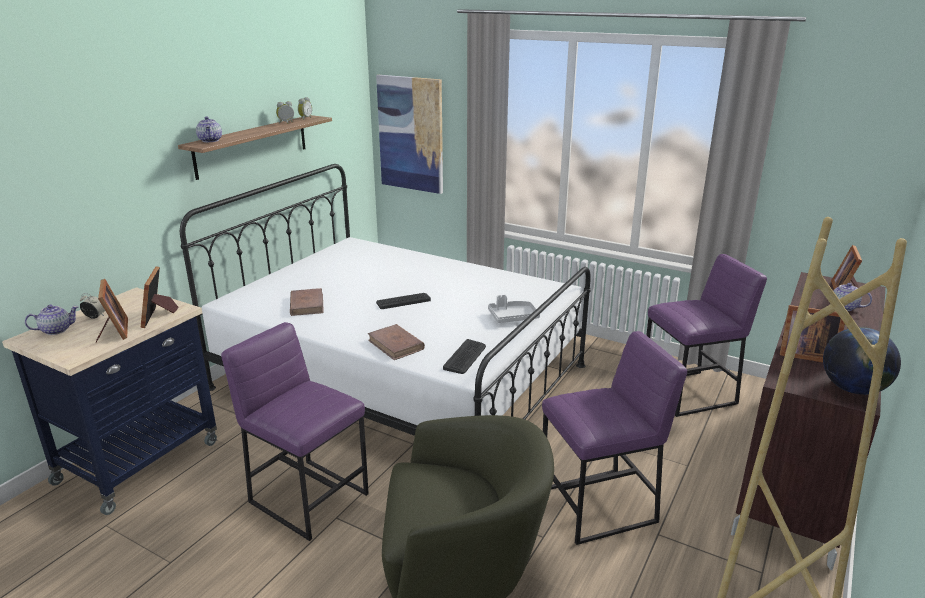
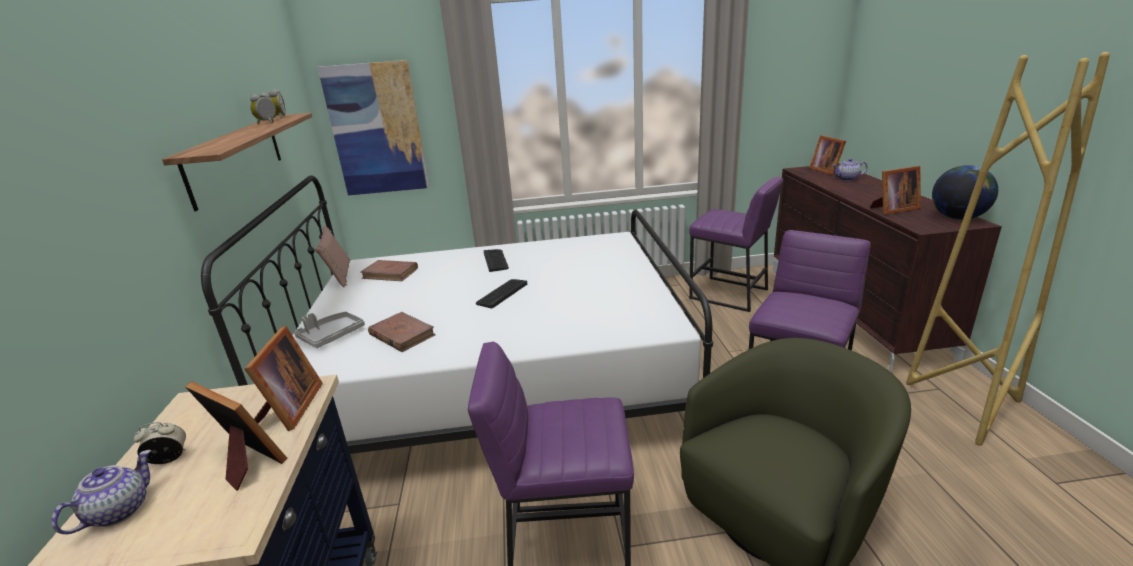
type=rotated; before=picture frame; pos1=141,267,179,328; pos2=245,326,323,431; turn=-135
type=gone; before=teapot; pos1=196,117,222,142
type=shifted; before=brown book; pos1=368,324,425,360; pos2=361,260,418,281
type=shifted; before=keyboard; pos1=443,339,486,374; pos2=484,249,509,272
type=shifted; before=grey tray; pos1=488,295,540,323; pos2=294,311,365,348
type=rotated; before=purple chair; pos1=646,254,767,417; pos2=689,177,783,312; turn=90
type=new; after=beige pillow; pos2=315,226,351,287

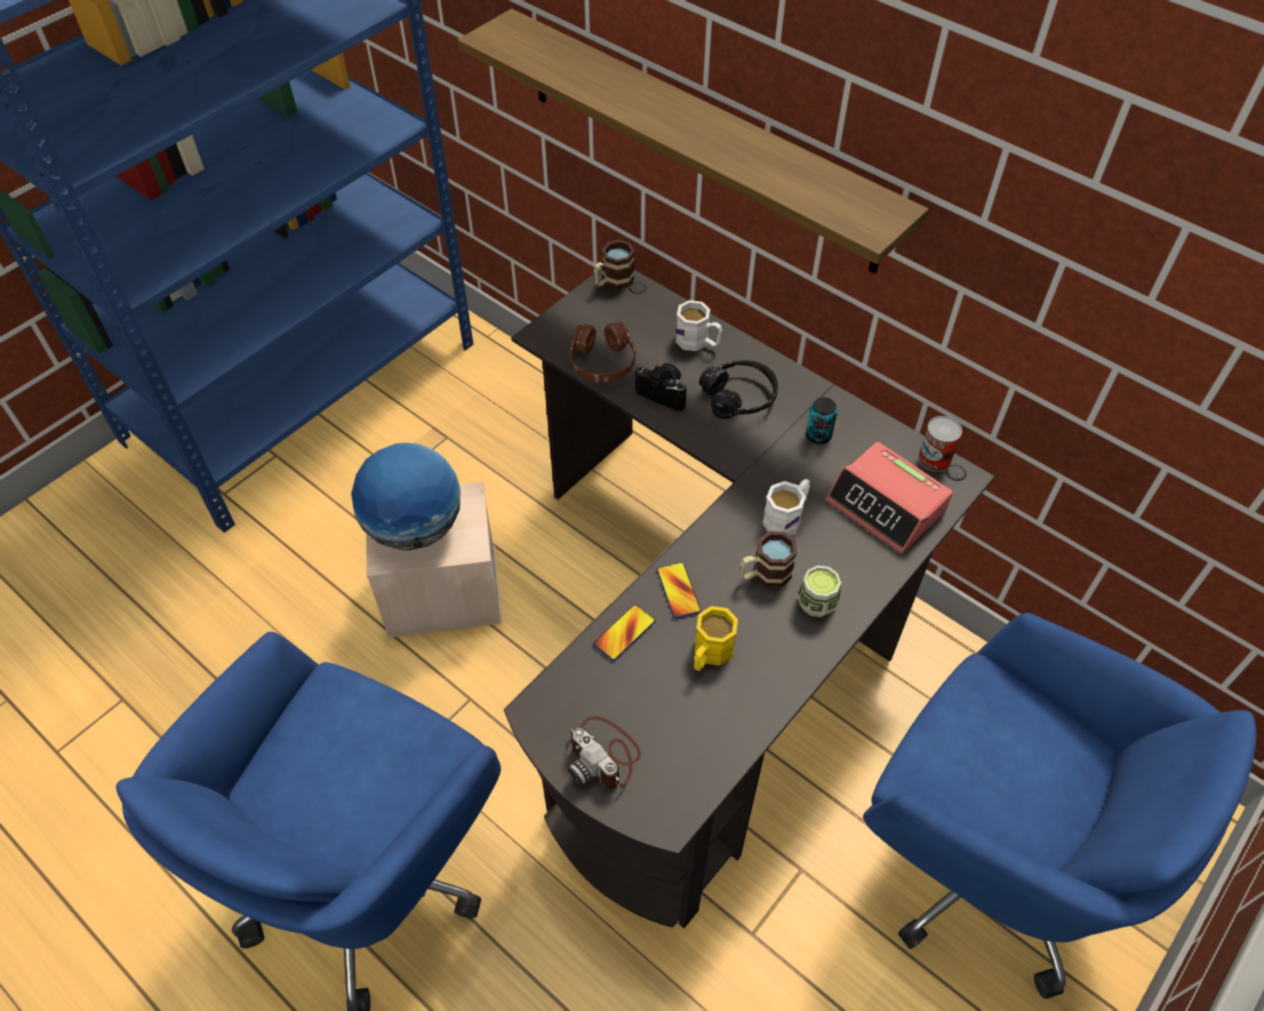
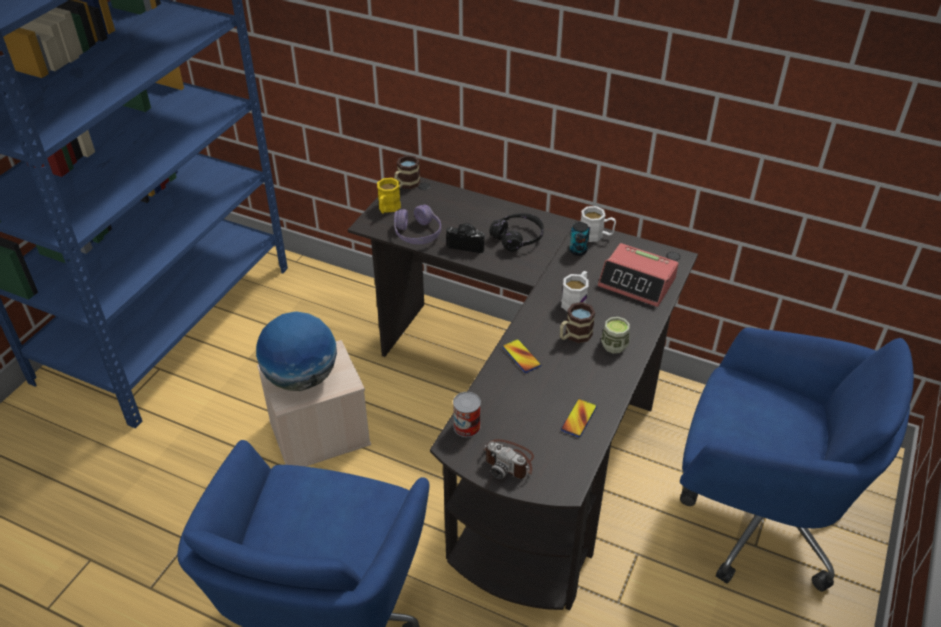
type=gone; before=shelf; pos1=457,9,929,274
type=repainted; before=brown headphones; after=purple headphones; pos1=570,322,636,383; pos2=394,205,441,244
type=shifted; before=phone; pos1=593,604,656,661; pos2=561,399,597,437
type=shifted; before=white mug; pos1=676,300,722,351; pos2=580,206,616,242
type=shifted; before=yellow mug; pos1=694,606,738,671; pos2=377,178,401,213
type=shifted; before=can; pos1=918,416,962,472; pos2=453,392,481,437

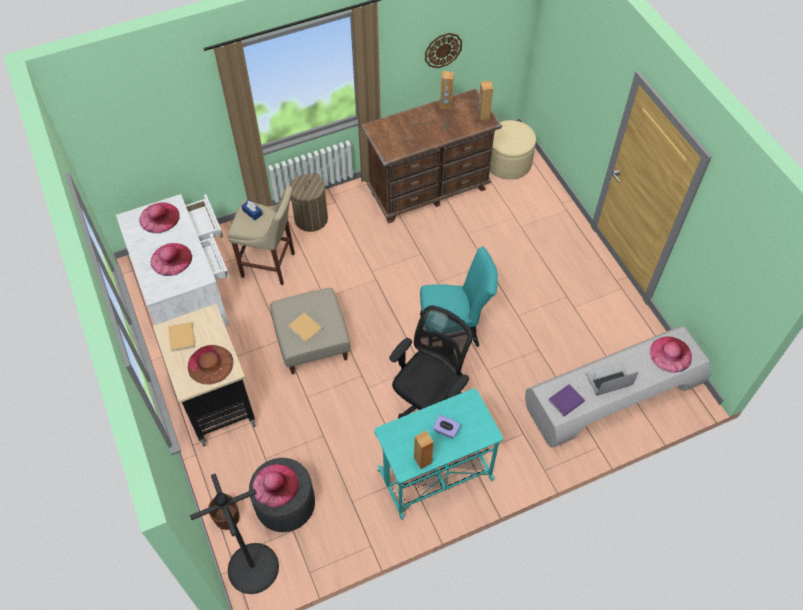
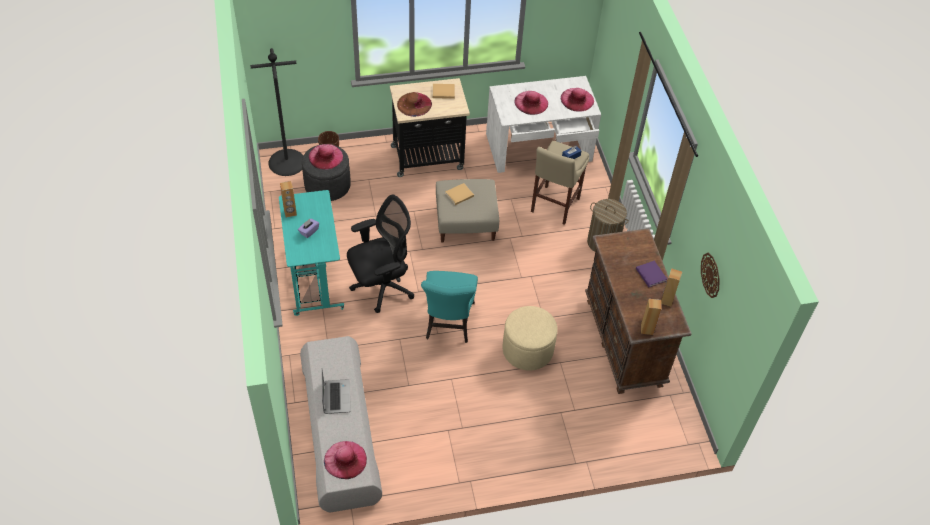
type=rotated; before=black office chair; pos1=389,306,473,418; pos2=347,194,414,313; turn=-75
type=shifted; before=beige ottoman; pos1=490,120,536,180; pos2=502,306,558,371
type=shifted; before=purple book; pos1=549,384,585,416; pos2=636,261,667,287

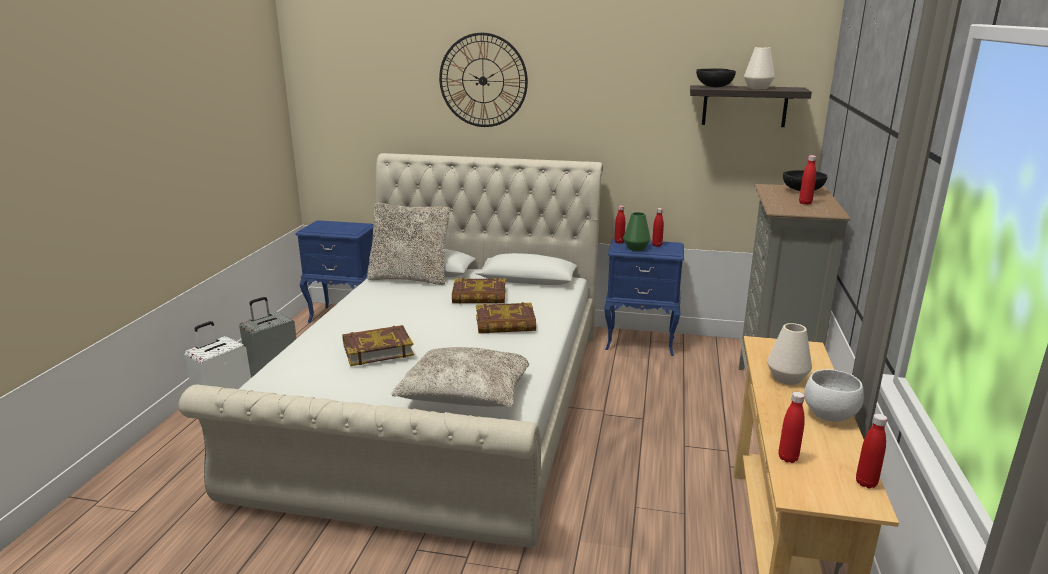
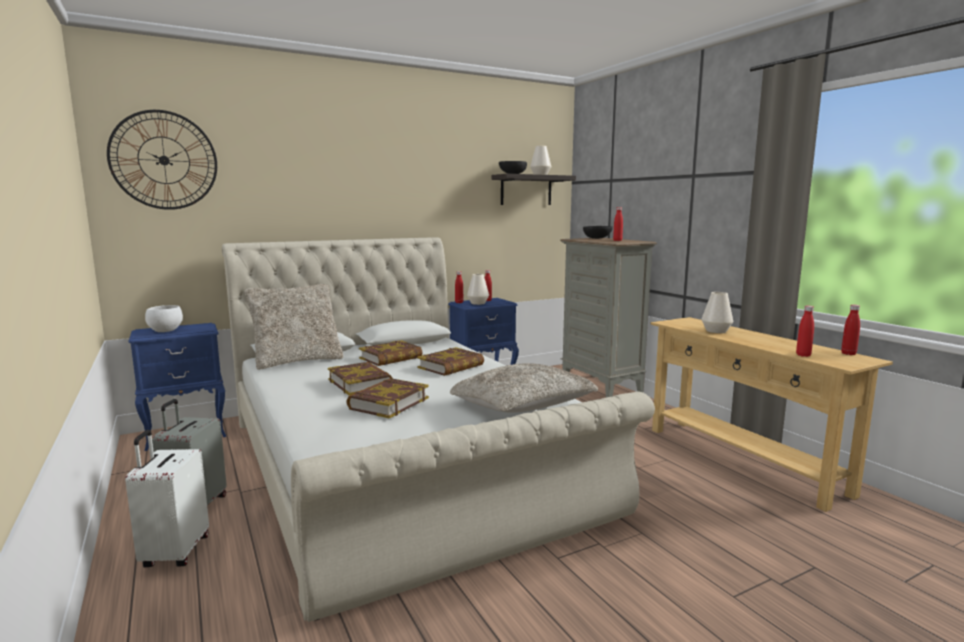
type=shifted; before=wall clock; pos1=439,33,528,127; pos2=107,110,217,210
type=repainted; before=green vase; after=white vase; pos1=623,212,651,251; pos2=467,274,489,305
type=shifted; before=white bowl; pos1=804,369,864,422; pos2=145,305,183,332
type=new; after=book; pos2=328,362,393,395

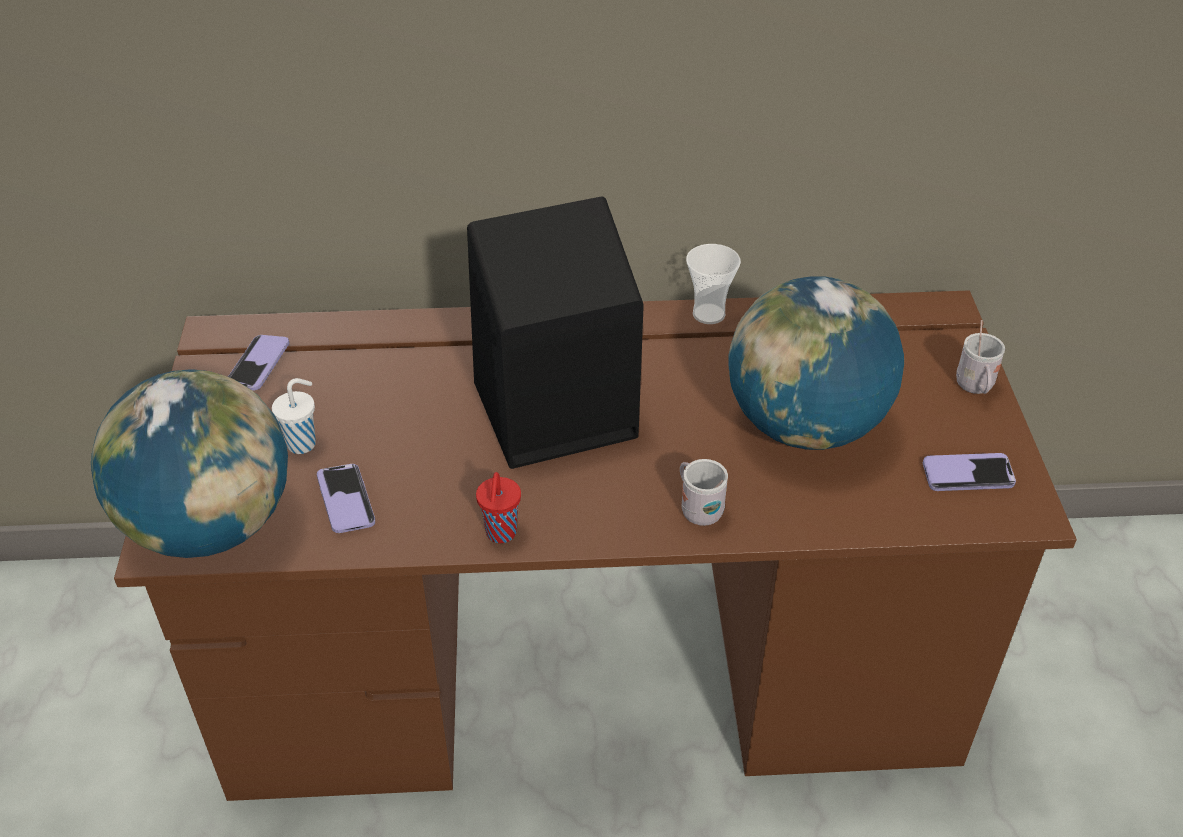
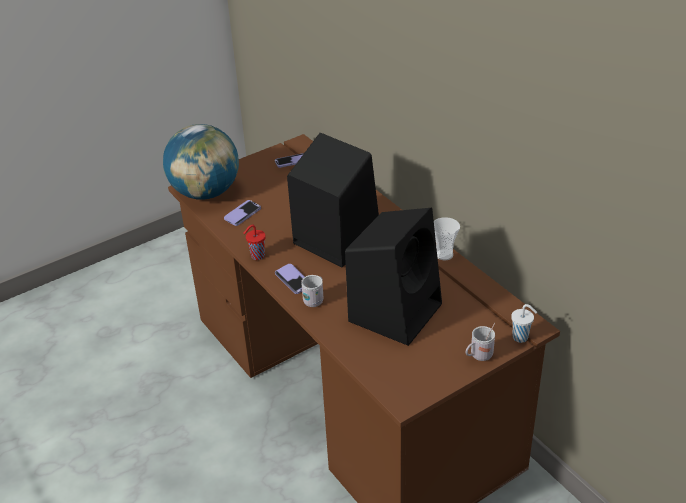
type=shifted; before=white cup; pos1=272,378,316,454; pos2=511,304,537,343
type=swapped; before=globe; after=black speaker; pos1=728,276,904,450; pos2=345,208,442,346
type=shifted; before=phone; pos1=923,453,1016,491; pos2=275,264,305,294

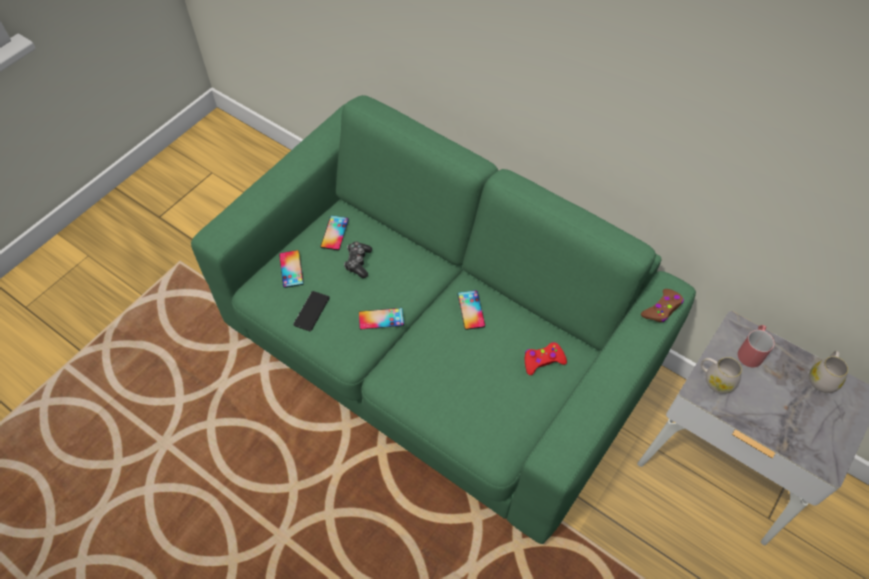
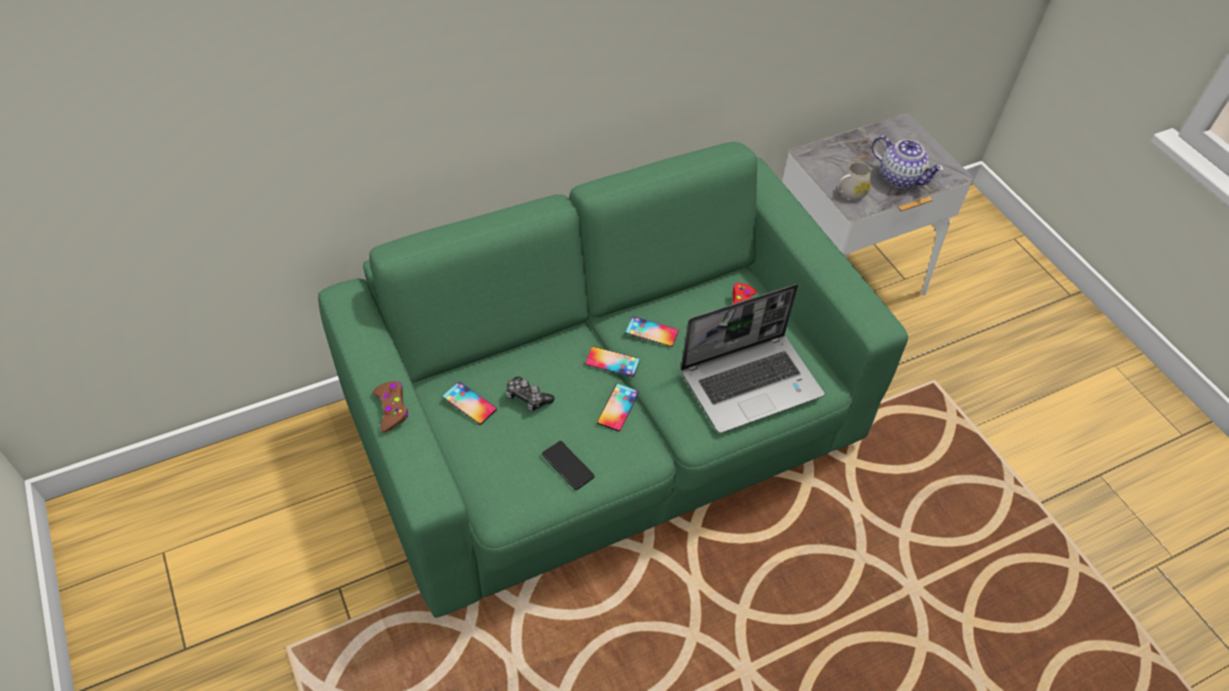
type=shifted; before=phone; pos1=279,250,304,288; pos2=586,346,640,377
type=shifted; before=brown game controller; pos1=641,289,684,322; pos2=373,381,408,432
type=gone; before=red mug; pos1=737,325,775,367
type=gone; before=white mug; pos1=809,351,848,393
type=new; after=laptop; pos2=681,284,824,433
type=new; after=teapot; pos2=872,135,944,188

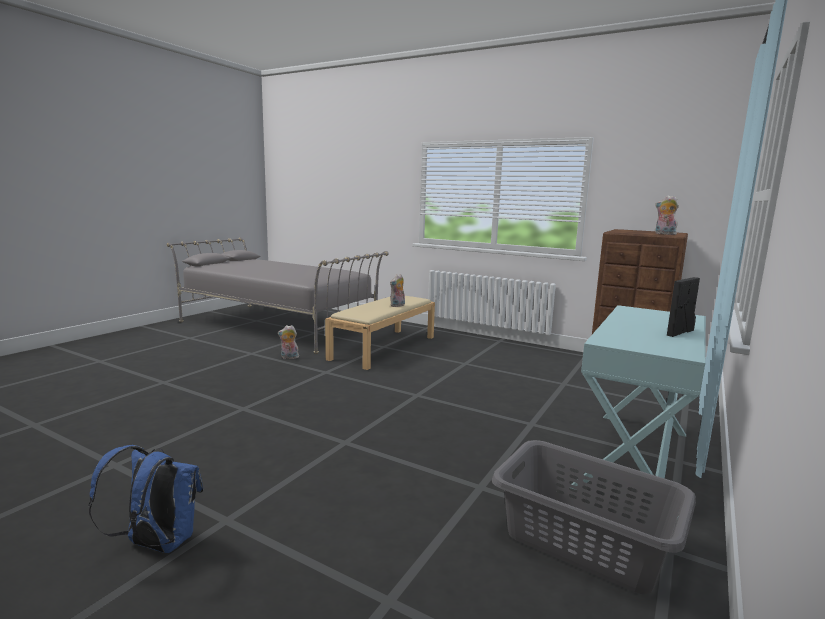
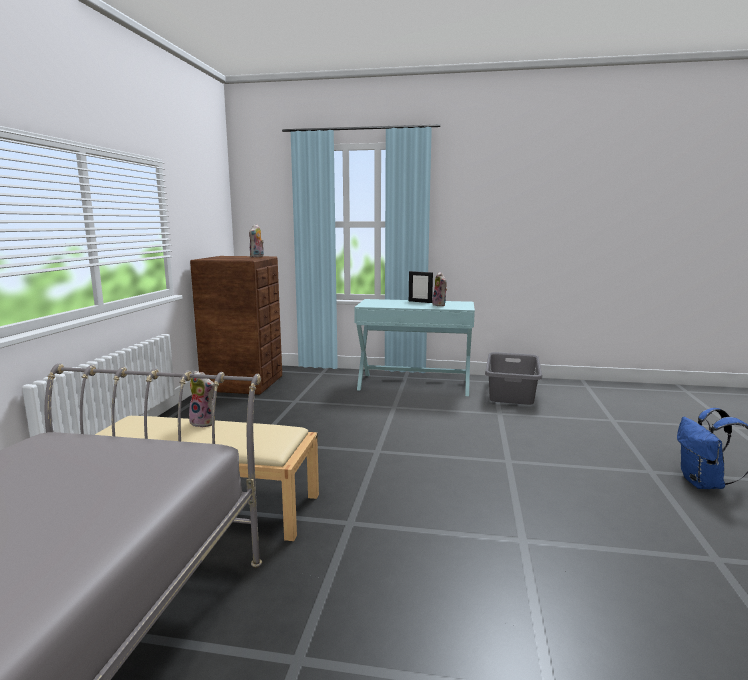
type=shifted; before=plush toy; pos1=278,325,299,359; pos2=432,272,447,306

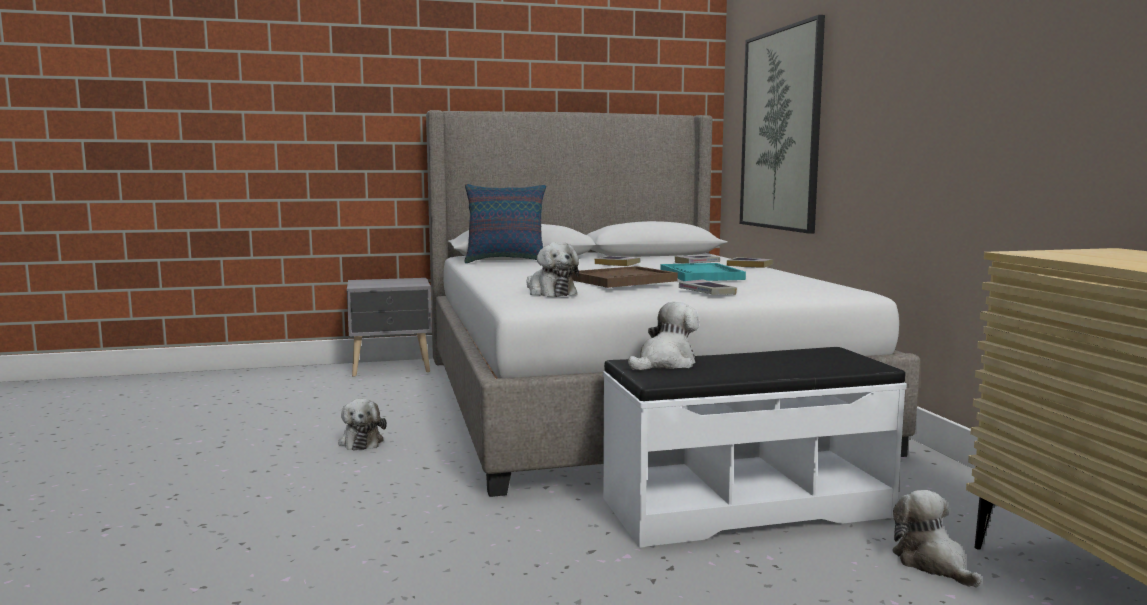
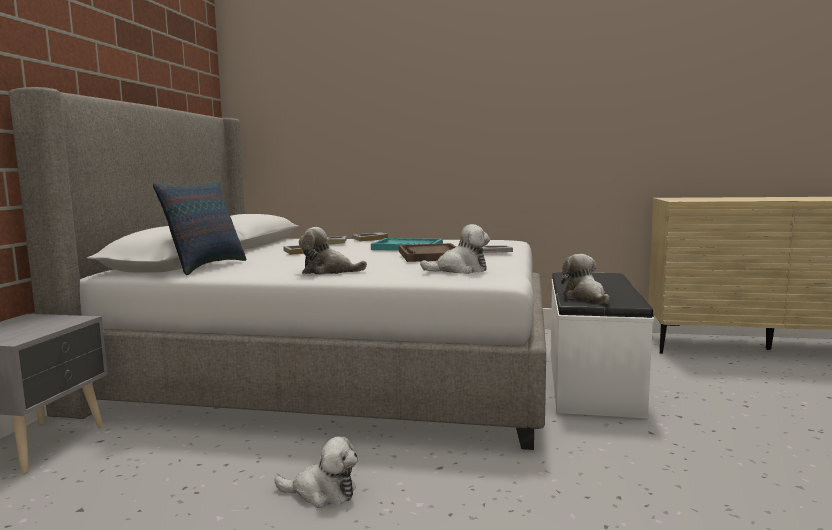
type=gone; before=picture; pos1=740,15,825,234
type=shifted; before=plush toy; pos1=892,490,982,588; pos2=299,227,367,275

